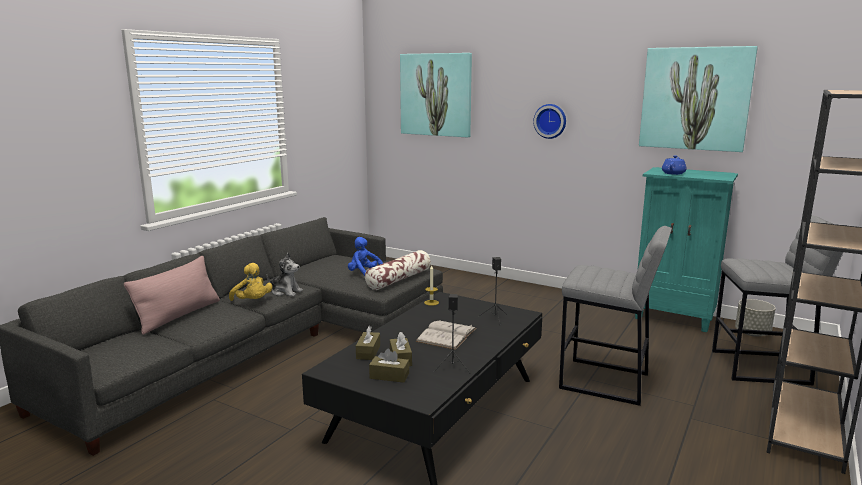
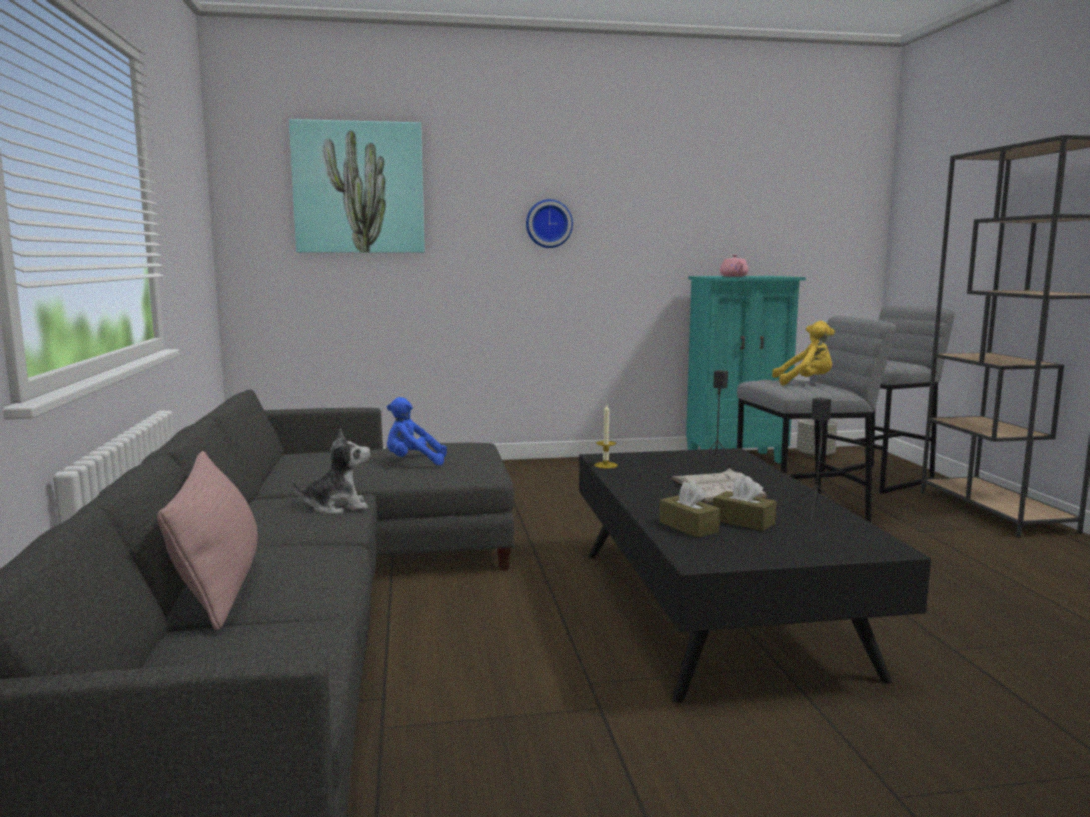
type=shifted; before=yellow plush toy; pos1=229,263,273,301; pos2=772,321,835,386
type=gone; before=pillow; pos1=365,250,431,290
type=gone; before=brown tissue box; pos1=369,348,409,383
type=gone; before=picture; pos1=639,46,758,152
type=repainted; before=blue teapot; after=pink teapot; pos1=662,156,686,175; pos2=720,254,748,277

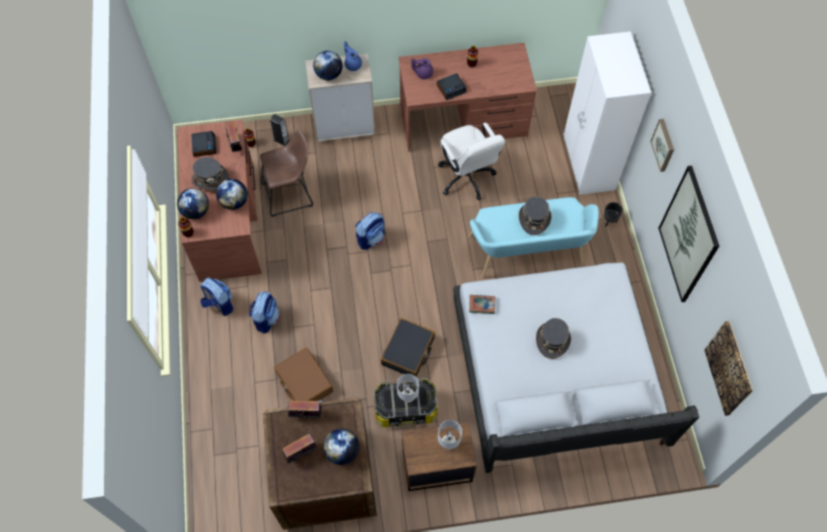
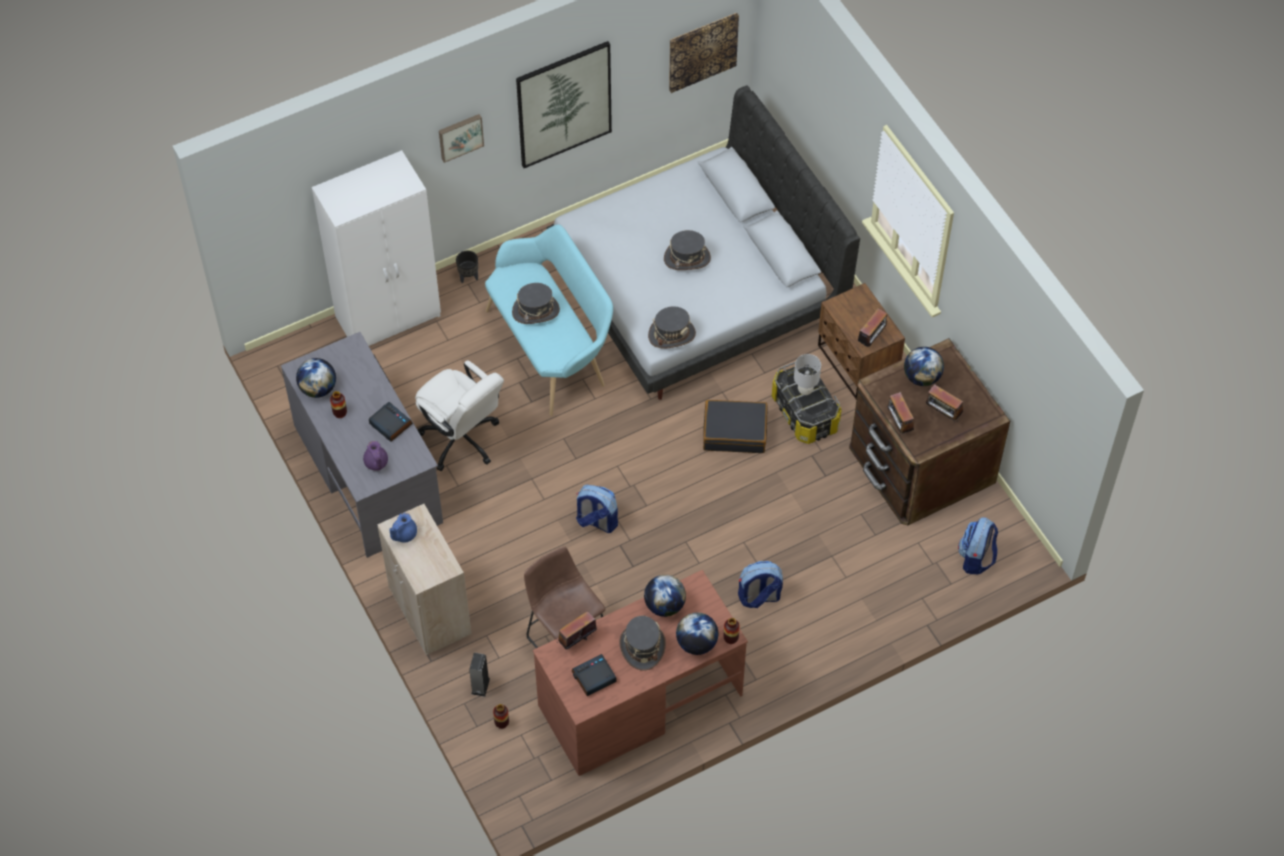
type=shifted; before=backpack; pos1=200,278,233,316; pos2=958,517,998,574
type=gone; before=brown suitcase; pos1=274,348,333,401
type=shifted; before=globe; pos1=313,51,342,80; pos2=296,358,336,398
type=repainted; before=brown desk; after=grey desk; pos1=398,43,537,152; pos2=281,332,443,558
type=rotated; before=white office chair; pos1=438,122,505,200; pos2=415,360,504,471; turn=90
type=gone; before=grey table lamp; pos1=438,420,462,450
type=swapped; before=book; after=grey hat; pos1=469,295,495,314; pos2=648,306,696,349
type=new; after=radio; pos2=858,308,887,347

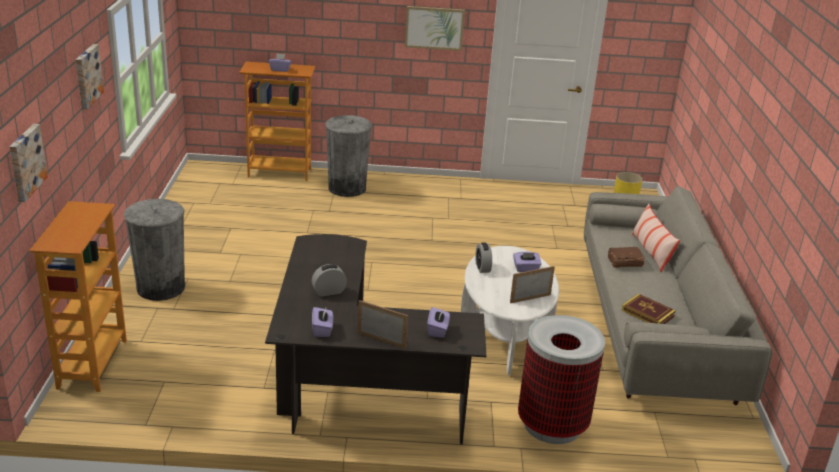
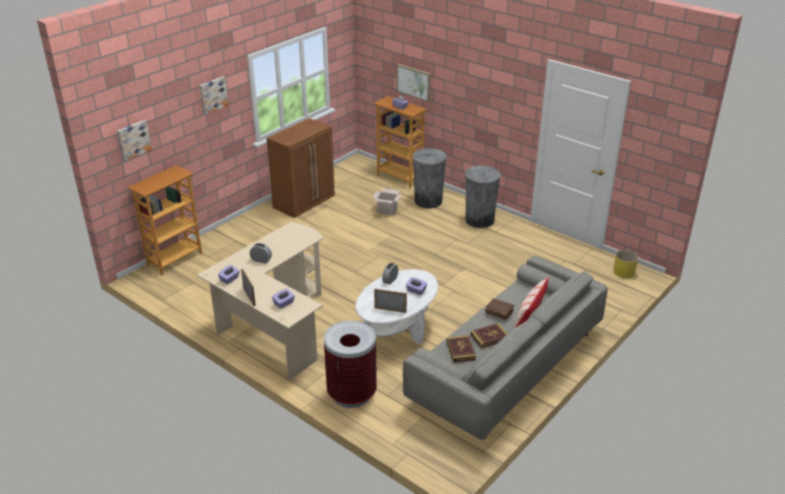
type=shifted; before=grey trash can; pos1=124,199,185,301; pos2=465,166,501,228
type=repainted; before=black desk; after=beige desk; pos1=265,234,487,445; pos2=197,222,323,380
type=shifted; before=picture; pos1=405,6,465,51; pos2=397,64,431,102
type=new; after=brown cabinet; pos2=266,118,335,218
type=new; after=cardboard box; pos2=373,188,402,215
type=new; after=book; pos2=471,323,508,348

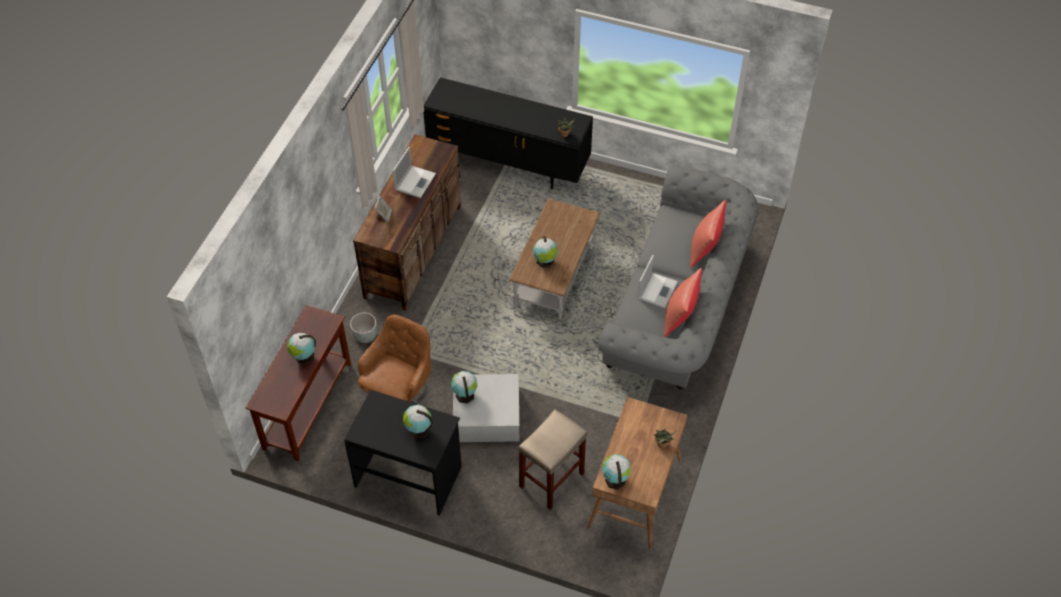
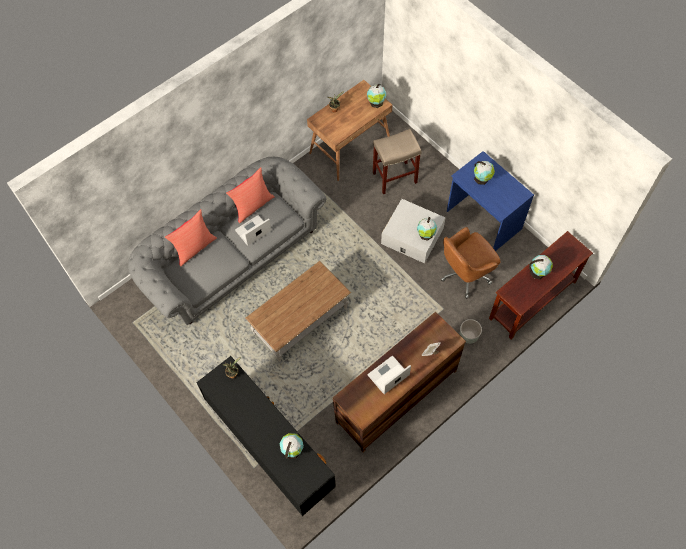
type=repainted; before=black desk; after=blue desk; pos1=344,390,462,516; pos2=447,151,534,251
type=shifted; before=globe; pos1=533,236,558,268; pos2=280,433,304,459

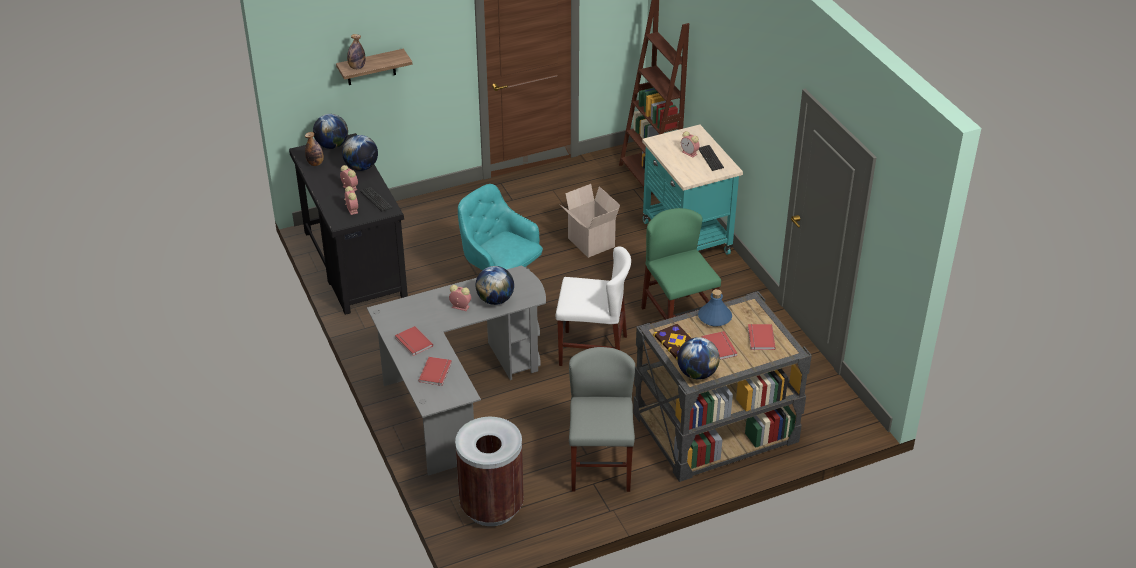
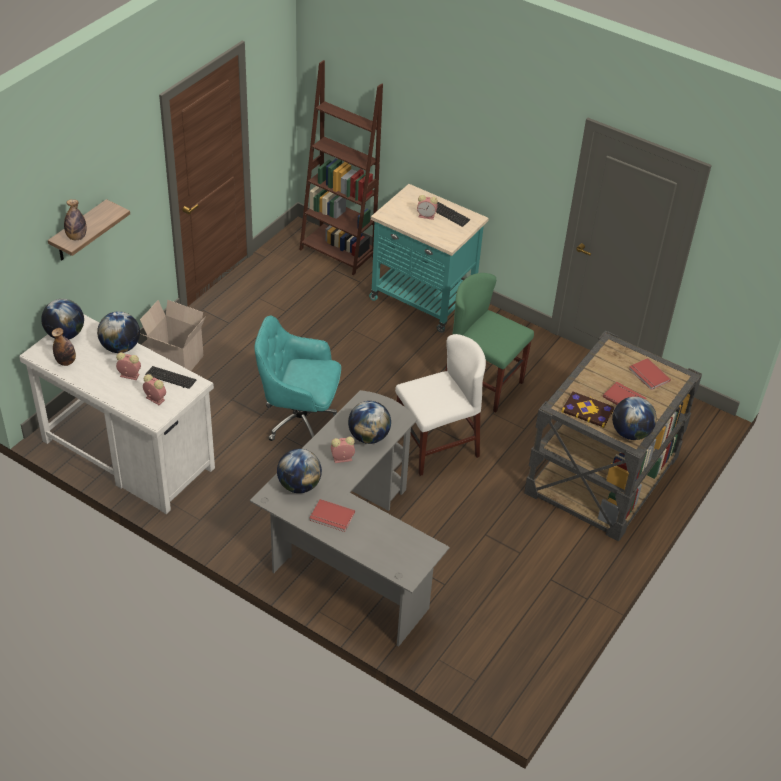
type=repainted; before=black desk; after=white desk; pos1=289,133,408,315; pos2=19,314,215,514
type=gone; before=red book; pos1=418,357,452,386
type=gone; before=brown trash can; pos1=455,417,524,526
type=shifted; before=cardboard box; pos1=559,184,620,258; pos2=140,300,205,371
type=gone; before=grey chair; pos1=569,347,635,492
type=gone; before=blue bottle; pos1=698,289,732,327
type=new; after=globe; pos2=277,449,322,493

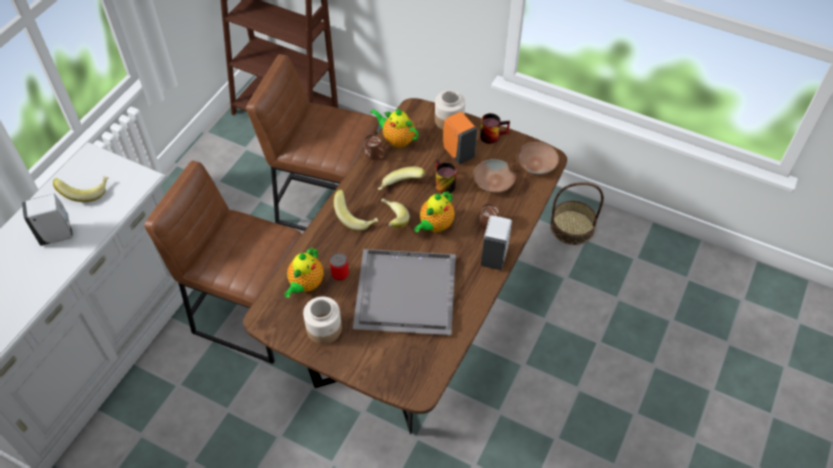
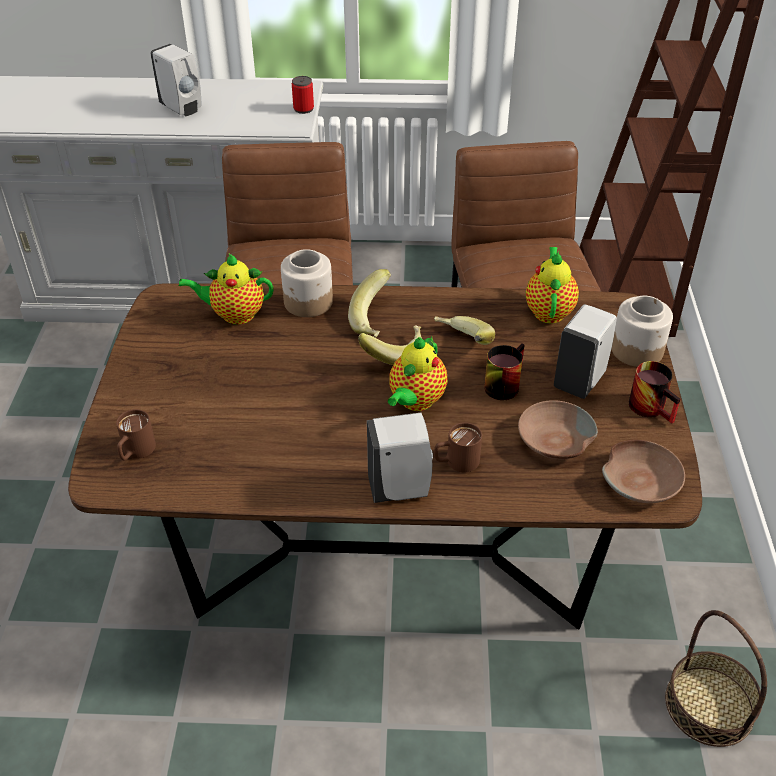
type=gone; before=banana; pos1=53,176,108,202
type=shifted; before=jar; pos1=303,296,342,344; pos2=281,249,333,317
type=shifted; before=can; pos1=330,253,349,281; pos2=292,76,314,114
type=gone; before=grey tray; pos1=353,249,456,335
type=shifted; before=brown mug; pos1=364,134,385,160; pos2=116,409,156,461
type=rotated; before=teapot; pos1=414,190,455,232; pos2=388,337,448,411; turn=-75
type=repainted; before=orange soap dispenser; after=white soap dispenser; pos1=443,112,477,164; pos2=554,304,617,399

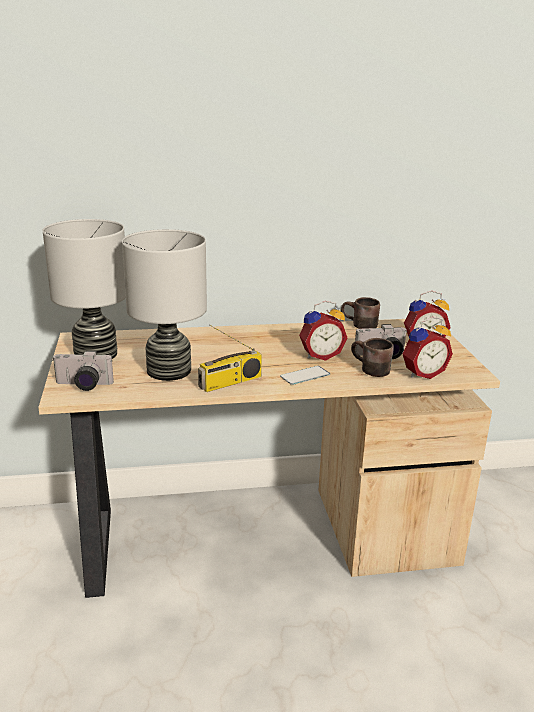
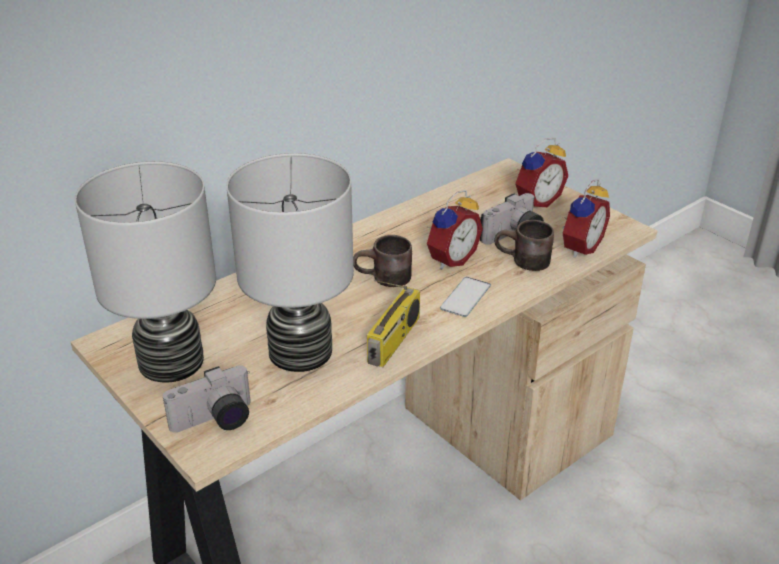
type=shifted; before=brown mug; pos1=341,297,380,329; pos2=353,235,412,287

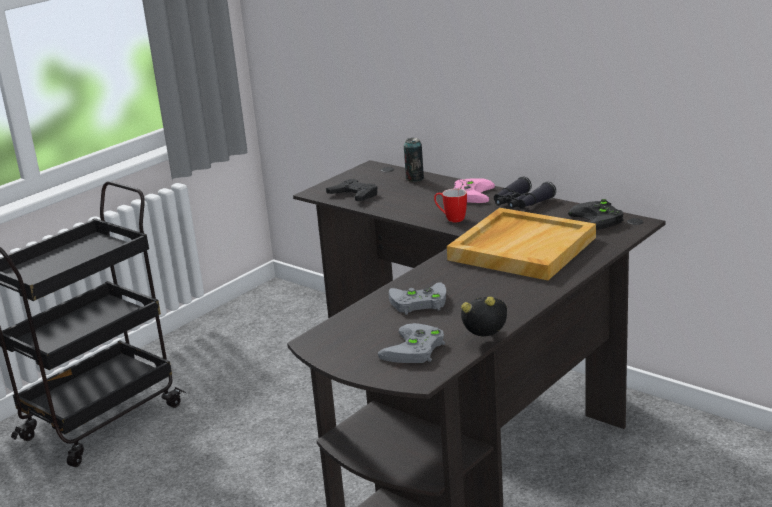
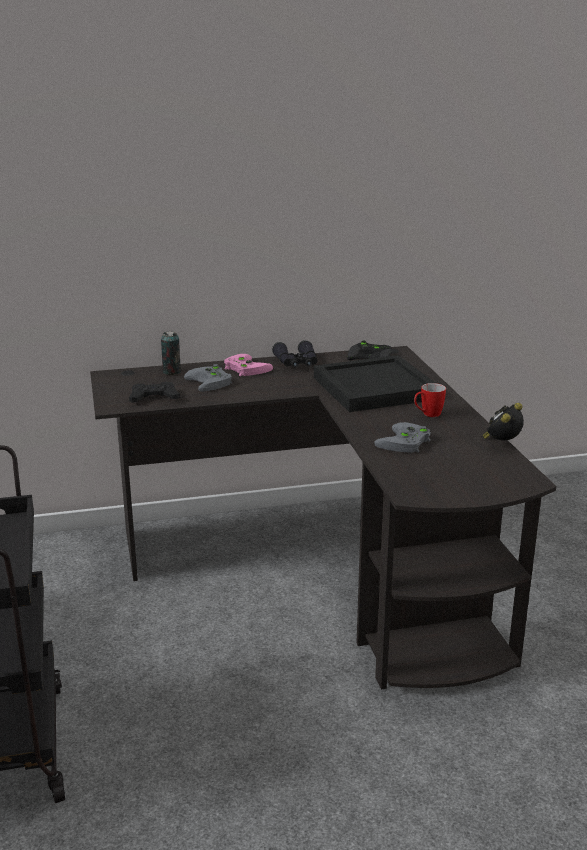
type=shifted; before=grey game controller; pos1=378,323,445,363; pos2=184,364,232,392
type=shifted; before=mug; pos1=434,188,467,223; pos2=414,383,446,417
type=repainted; before=beige tray; after=black tray; pos1=447,208,596,280; pos2=314,355,435,412

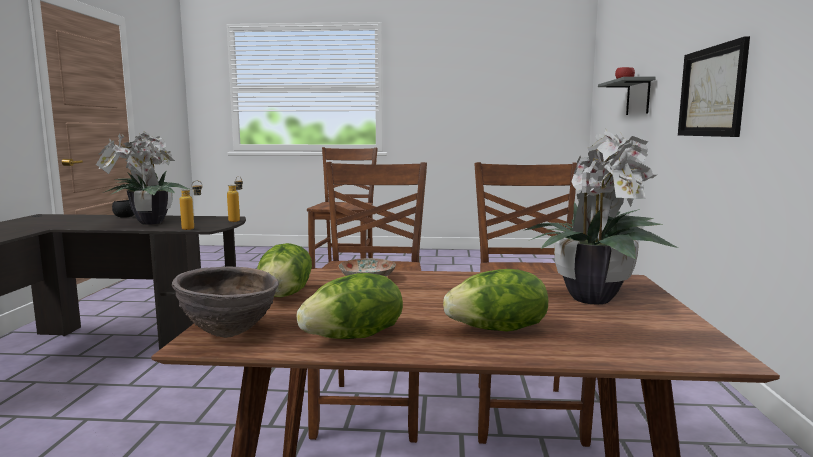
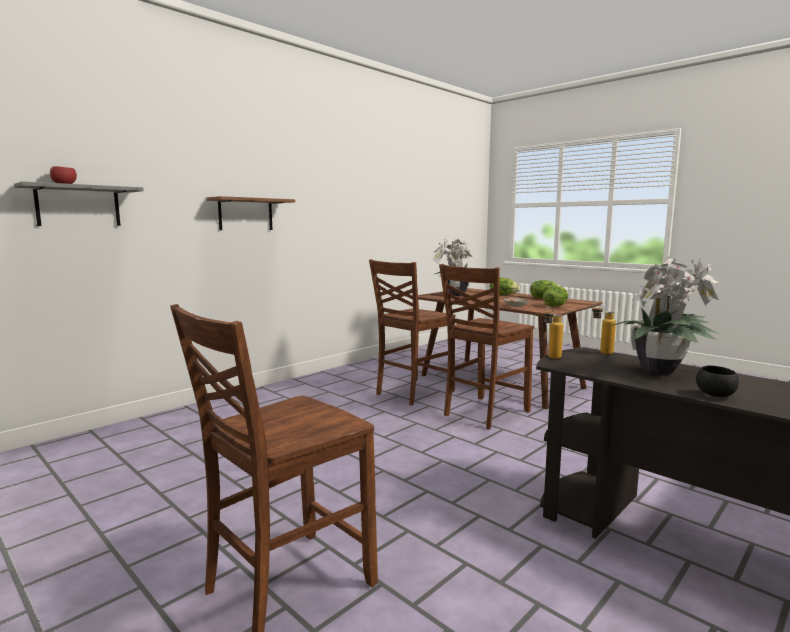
type=gone; before=brown bowl; pos1=172,267,279,338
type=swapped; before=picture; after=brown shelf; pos1=678,36,750,137; pos2=206,196,295,230

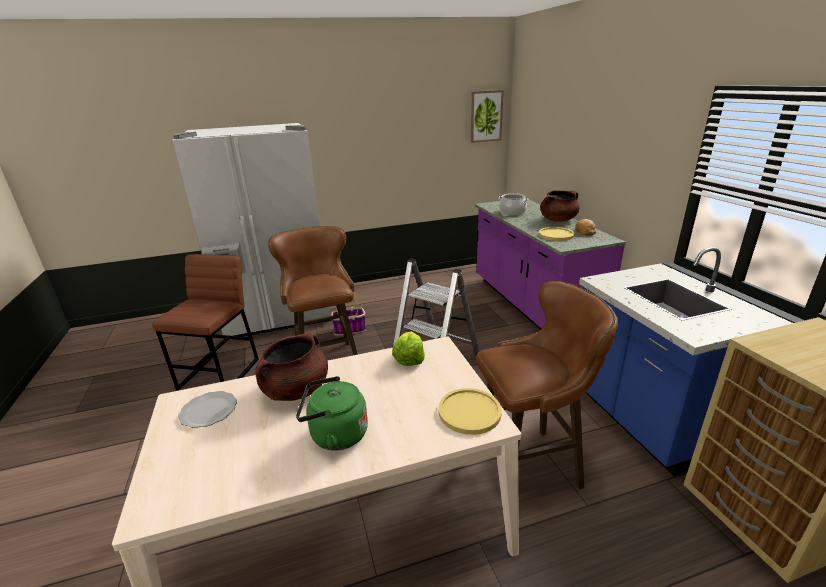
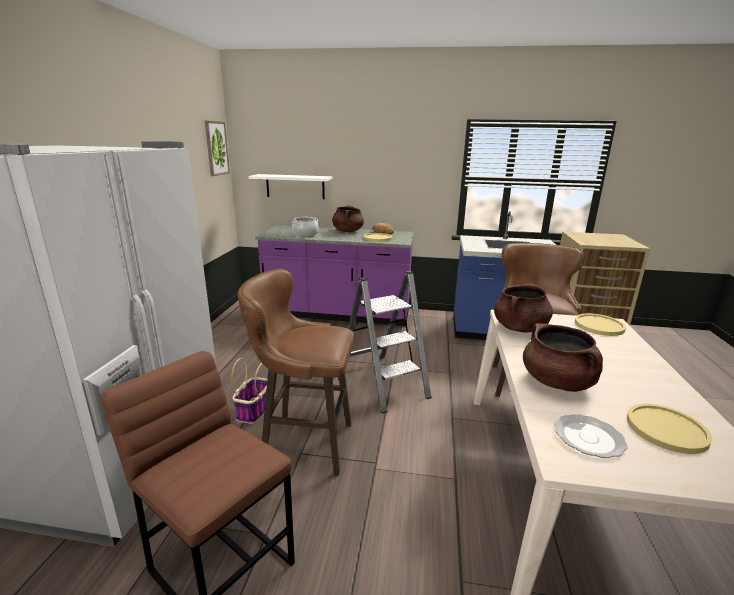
type=gone; before=green kettle; pos1=296,376,368,451
type=swapped; before=lettuce; after=brown cooking pot; pos1=392,331,425,366; pos2=494,283,553,332
type=new; after=white shelf; pos2=249,174,332,199
type=new; after=yellow plate; pos2=627,404,712,454

